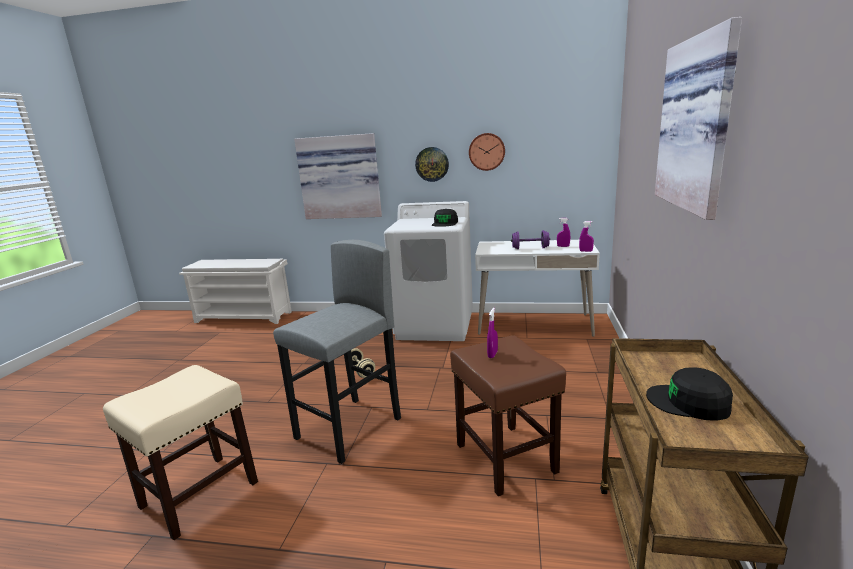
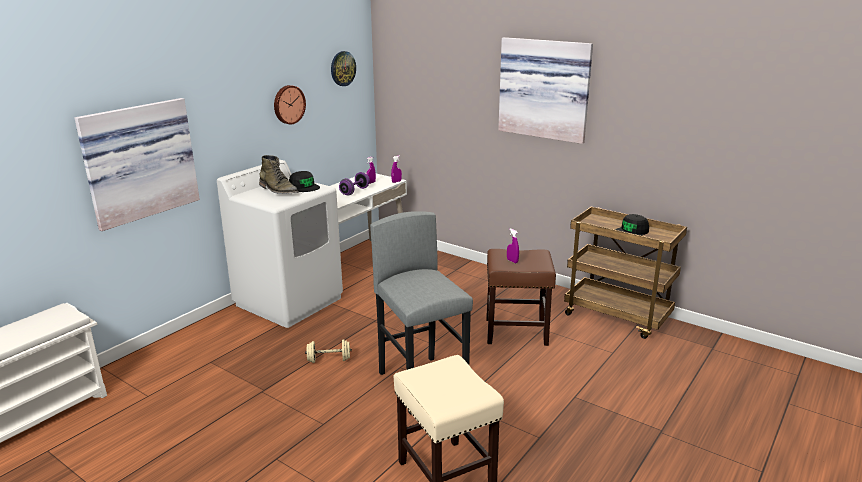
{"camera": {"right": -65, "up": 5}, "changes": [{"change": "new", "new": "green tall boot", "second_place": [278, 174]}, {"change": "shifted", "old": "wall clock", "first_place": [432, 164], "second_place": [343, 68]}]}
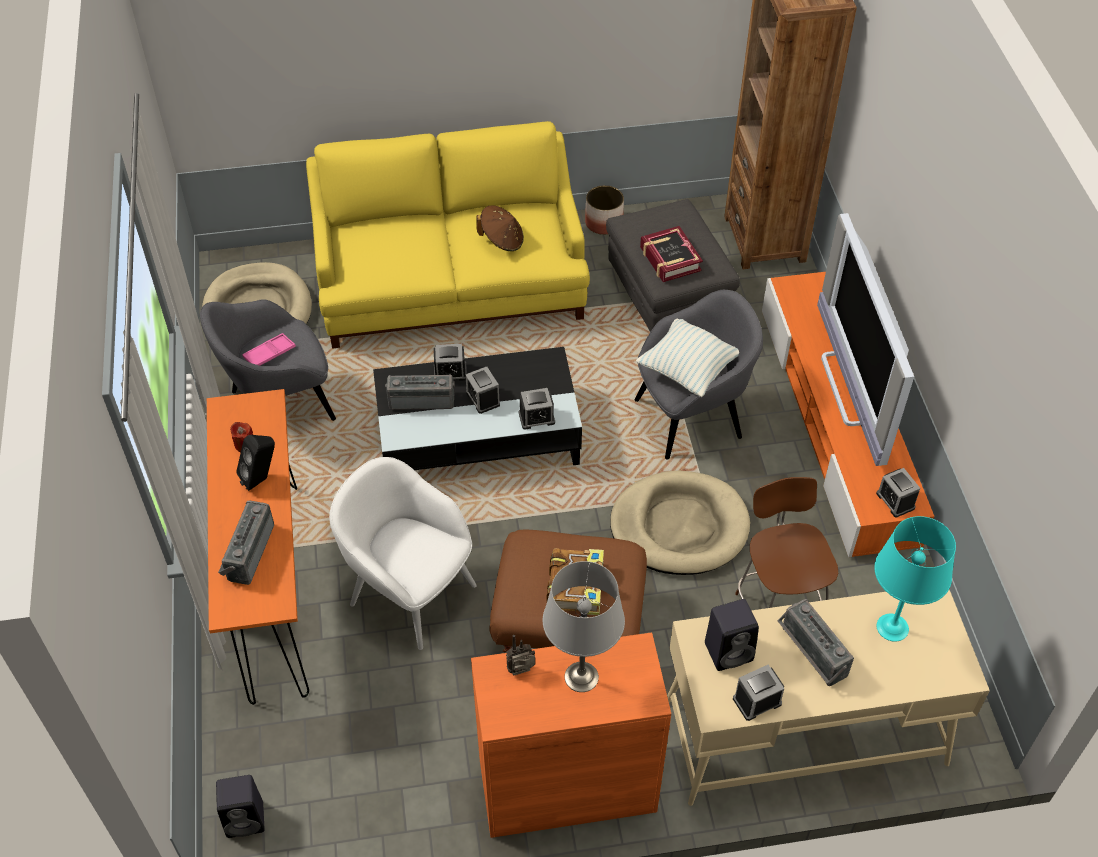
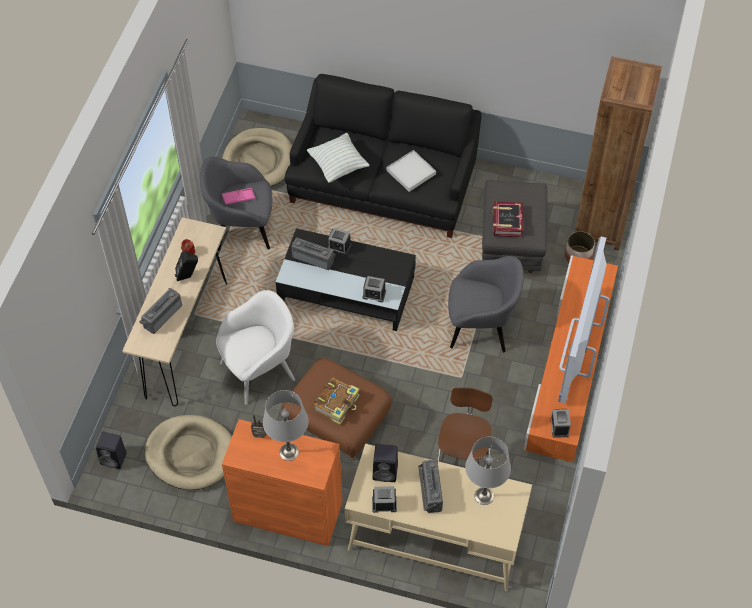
{"camera": {"right": 25, "up": 5}, "changes": [{"change": "gone", "old": "alarm clock", "first_place": [482, 390]}, {"change": "shifted", "old": "planter", "first_place": [604, 210], "second_place": [580, 246]}, {"change": "shifted", "old": "beige-coloured pet bed", "first_place": [680, 523], "second_place": [188, 452]}, {"change": "shifted", "old": "pillow", "first_place": [687, 358], "second_place": [338, 158]}, {"change": "swapped", "old": "brownish hat", "new": "whitish tray", "first_place": [500, 228], "second_place": [411, 171]}, {"change": "repainted", "old": "orange-coloured hall table", "new": "beige-coloured hall table", "first_place": [258, 547], "second_place": [174, 311]}, {"change": "repainted", "old": "yellow-coloured couch", "new": "blackish couch", "first_place": [448, 235], "second_place": [383, 156]}, {"change": "repainted", "old": "blue-green tabletop lamp", "new": "gray tabletop lamp", "first_place": [915, 579], "second_place": [488, 471]}, {"change": "rotated", "old": "whitish easy chair", "first_place": [403, 553], "second_place": [255, 347], "degrees": 90}]}
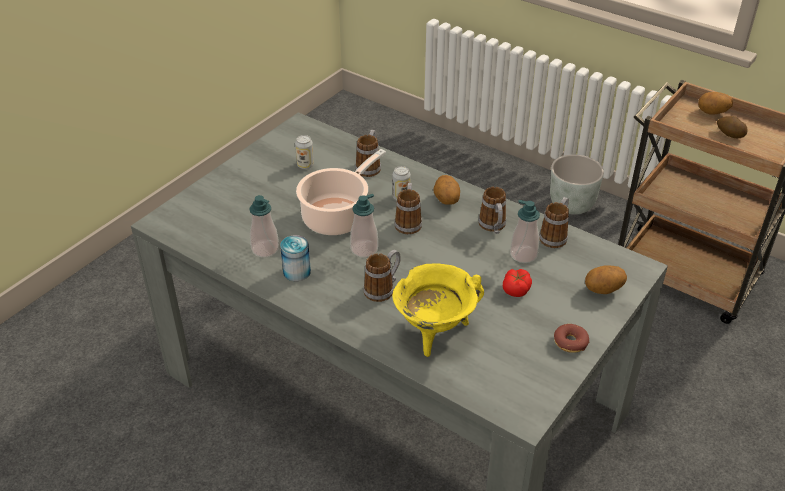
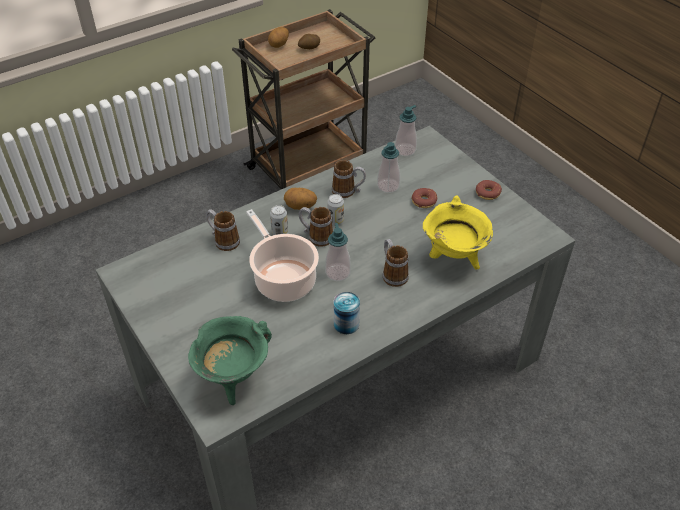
{"camera": {"right": -70, "up": 5}, "changes": [{"change": "gone", "old": "tea mug", "first_place": [554, 222]}, {"change": "gone", "old": "gray planter", "first_place": [577, 184]}, {"change": "gone", "old": "spud", "first_place": [606, 279]}, {"change": "new", "new": "green cooking pot", "second_place": [230, 360]}, {"change": "shifted", "old": "soap dispenser", "first_place": [264, 226], "second_place": [406, 130]}, {"change": "shifted", "old": "sealed can", "first_place": [304, 152], "second_place": [335, 209]}, {"change": "swapped", "old": "tomato", "new": "doughnut", "first_place": [517, 283], "second_place": [424, 198]}]}
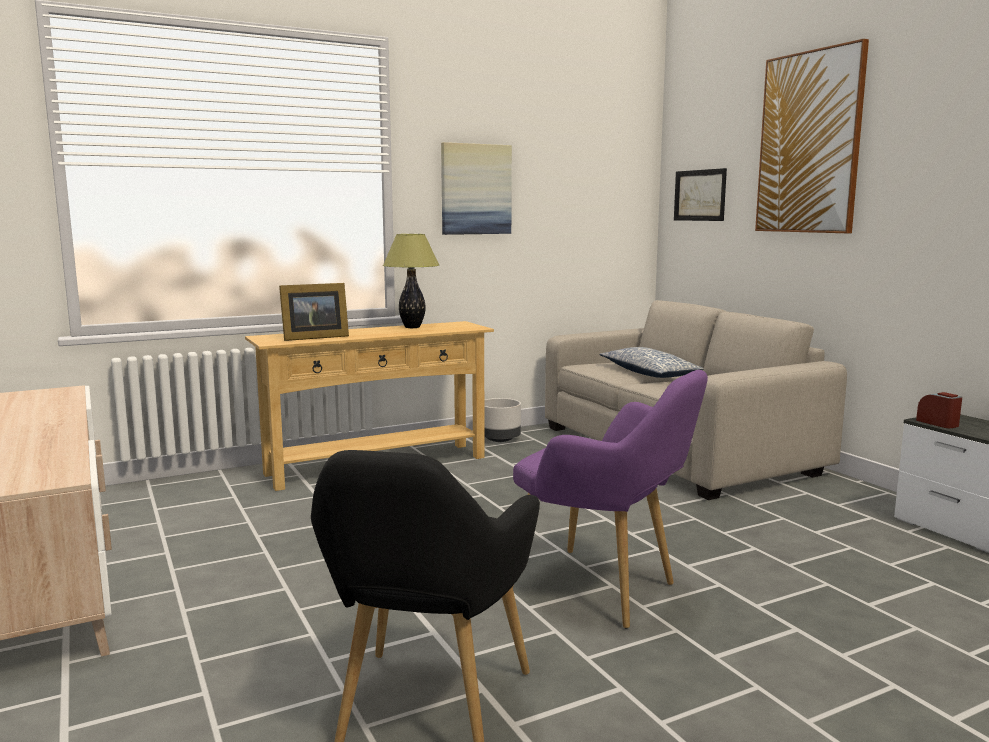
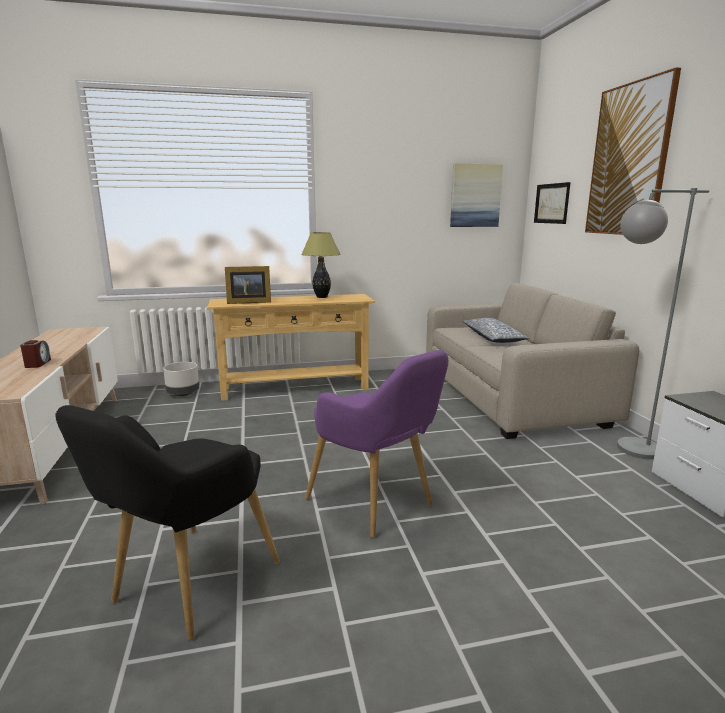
{"camera": {"right": 15, "up": 5}, "changes": [{"change": "new", "new": "gray floor lamp", "second_place": [663, 323]}, {"change": "shifted", "old": "wall picture", "first_place": [476, 188], "second_place": [476, 195]}, {"change": "shifted", "old": "gray planter", "first_place": [502, 420], "second_place": [181, 379]}, {"change": "shifted", "old": "alarm clock", "first_place": [939, 410], "second_place": [35, 354]}]}
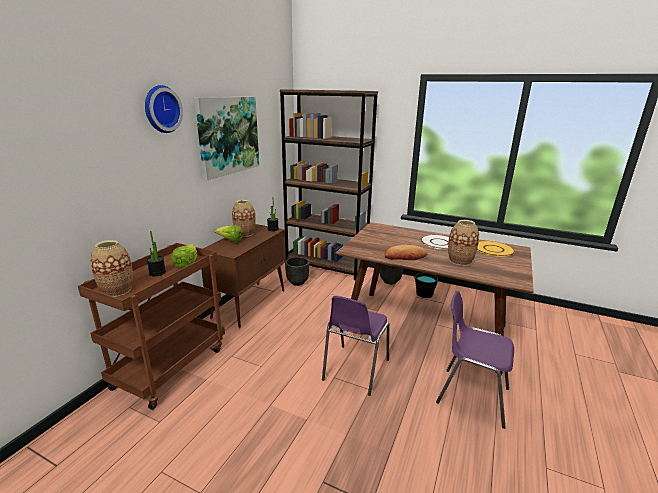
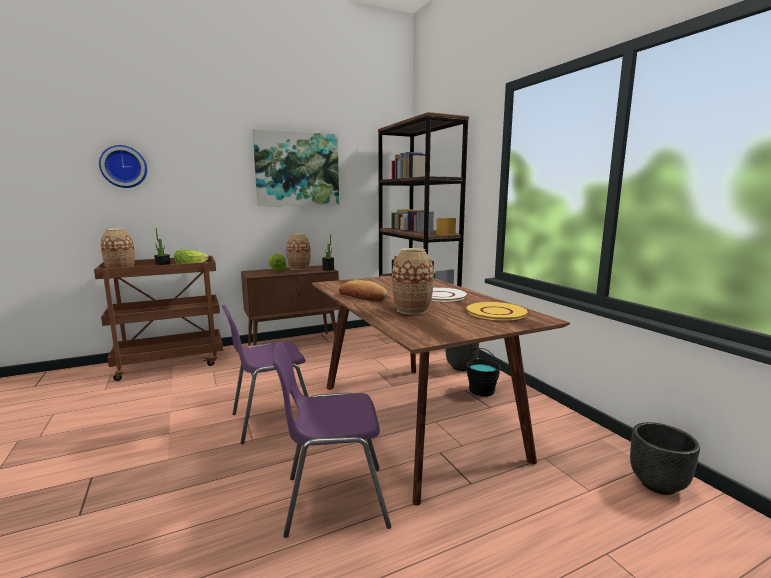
{"camera": {"right": 40, "up": -10}, "changes": [{"change": "shifted", "old": "wall clock", "first_place": [164, 109], "second_place": [123, 166]}, {"change": "shifted", "old": "blackish planter", "first_place": [297, 271], "second_place": [665, 458]}, {"change": "rotated", "old": "purplish plain chair", "first_place": [475, 360], "second_place": [331, 440], "degrees": -75}]}
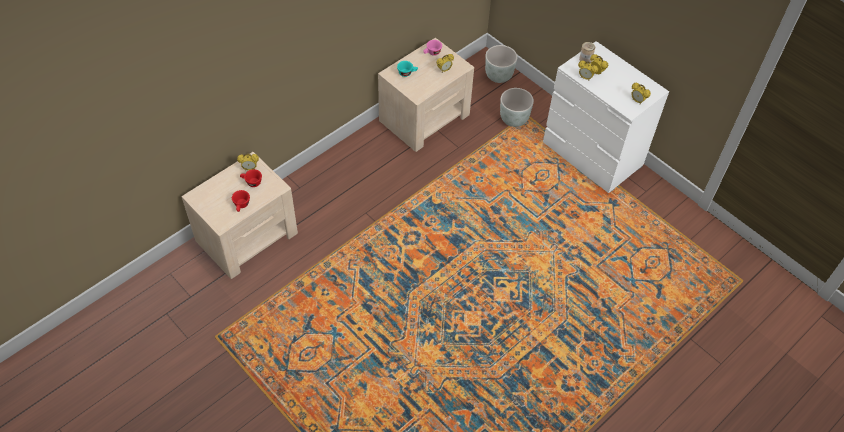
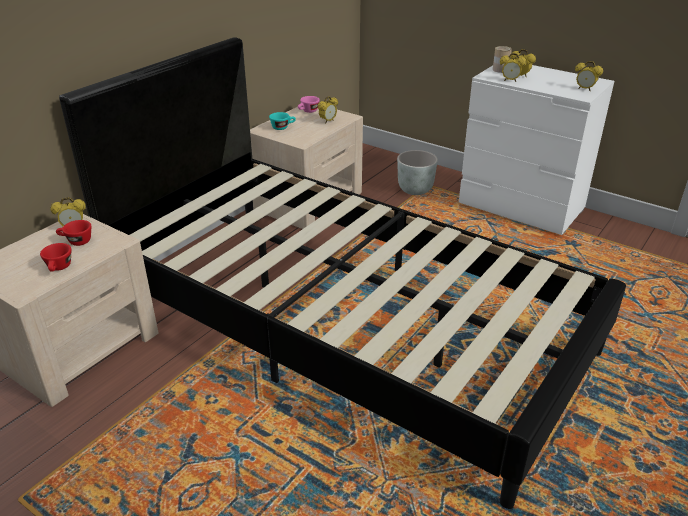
{"camera": {"right": -10, "up": -20}, "changes": [{"change": "gone", "old": "gray planter", "first_place": [501, 64]}, {"change": "new", "new": "blackish bed", "second_place": [342, 273]}]}
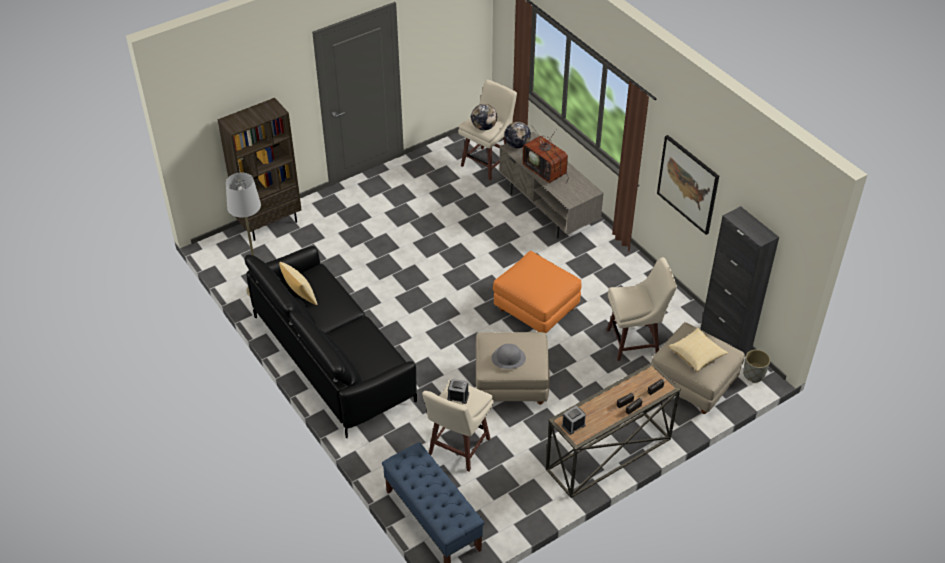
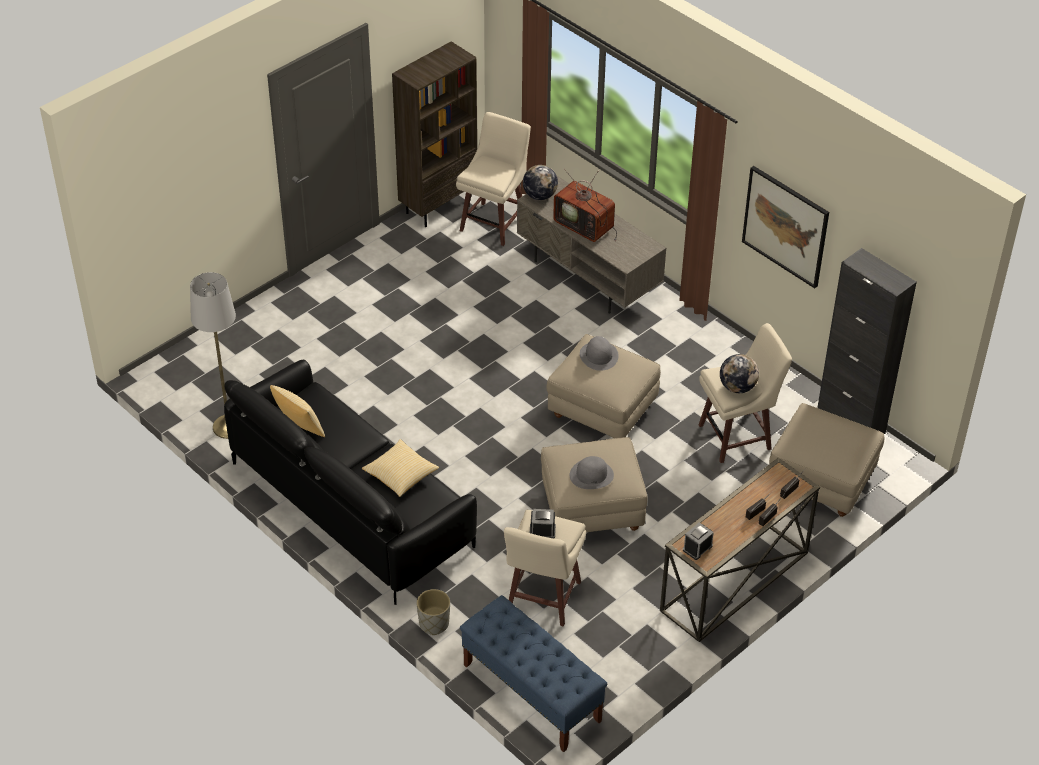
{"camera": {"right": -10, "up": 0}, "changes": [{"change": "new", "new": "gray hat", "second_place": [599, 353]}, {"change": "shifted", "old": "brownish bookcase", "first_place": [259, 169], "second_place": [434, 134]}, {"change": "shifted", "old": "desk globe", "first_place": [484, 117], "second_place": [739, 373]}, {"change": "shifted", "old": "pillow", "first_place": [698, 349], "second_place": [400, 468]}, {"change": "shifted", "old": "gray planter", "first_place": [756, 366], "second_place": [433, 612]}, {"change": "repainted", "old": "orange-coloured pouffe", "new": "beige-coloured pouffe", "first_place": [537, 292], "second_place": [604, 386]}]}
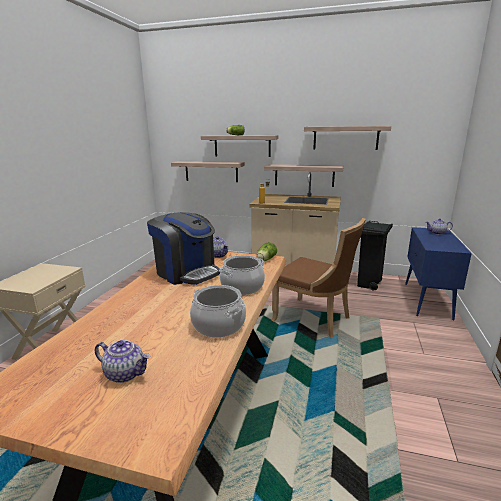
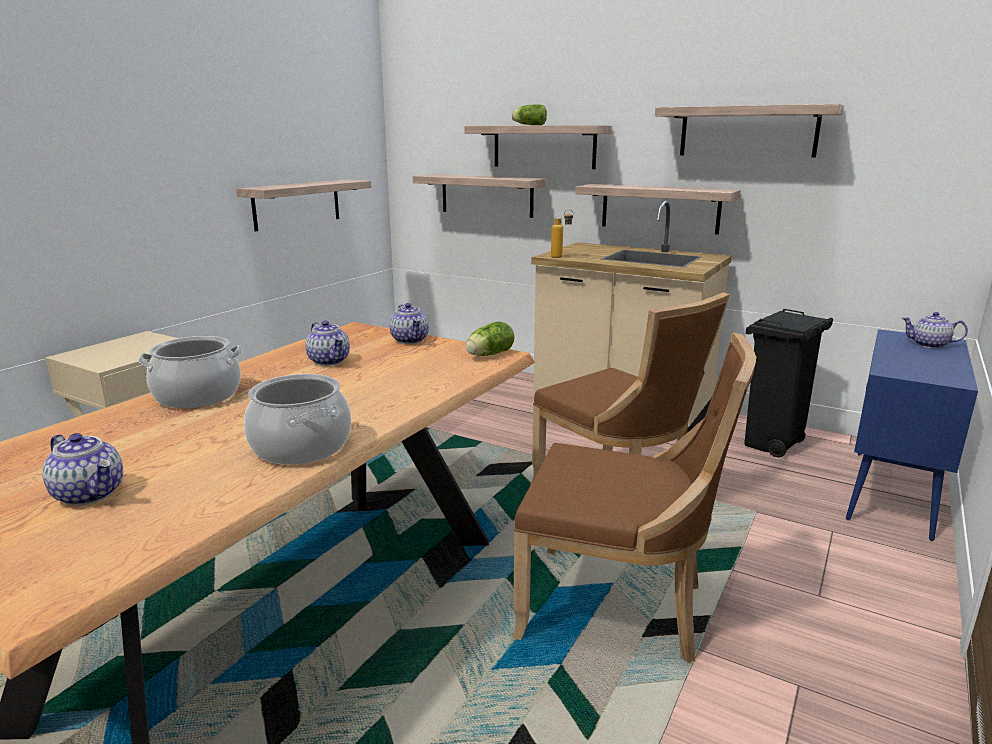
{"camera": {"right": 15, "up": 0}, "changes": [{"change": "new", "new": "bracket shelf", "second_place": [303, 205]}, {"change": "new", "new": "brownish plain chair", "second_place": [634, 497]}, {"change": "shifted", "old": "cooking pot", "first_place": [242, 275], "second_place": [190, 372]}, {"change": "swapped", "old": "coffee machine", "new": "teapot", "first_place": [183, 248], "second_place": [327, 343]}]}
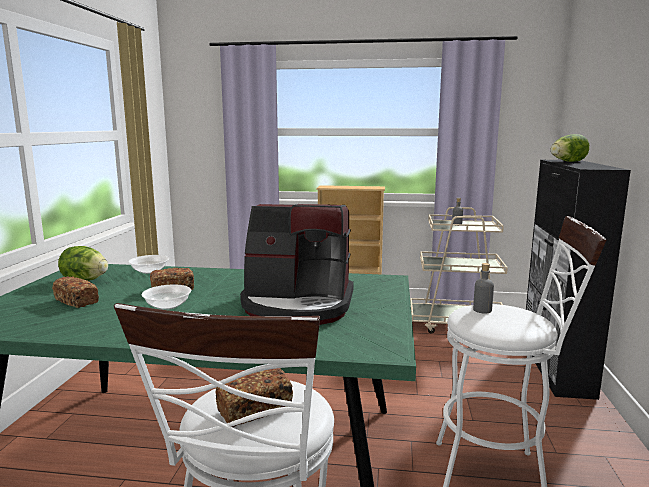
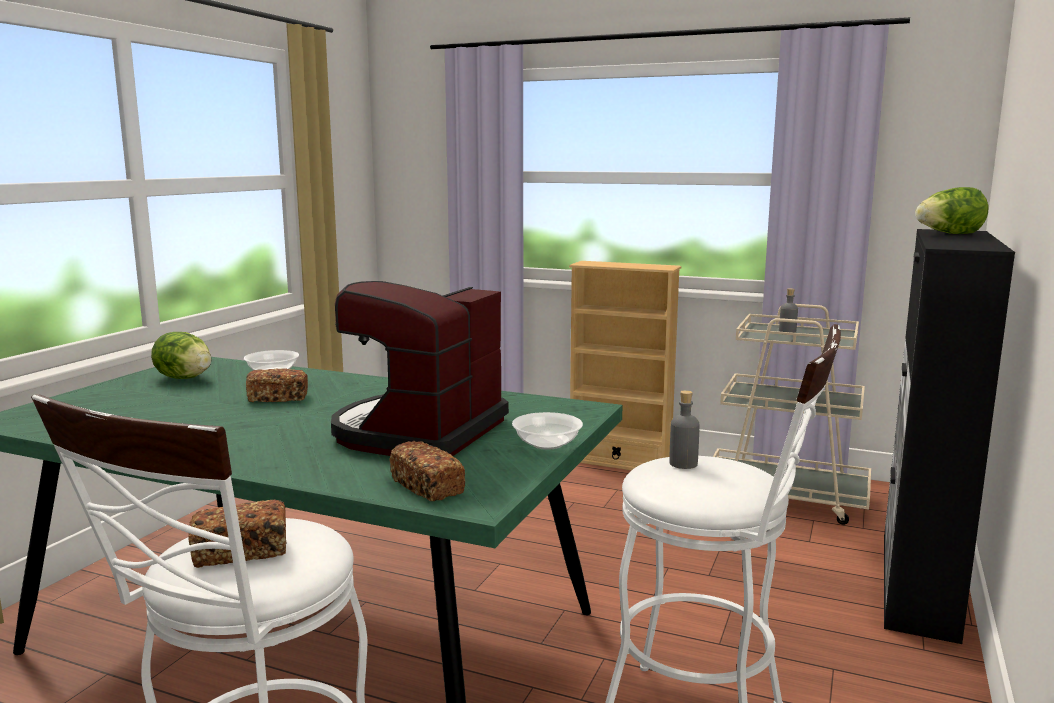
{"camera": {"right": 15, "up": 0}, "changes": [{"change": "shifted", "old": "bakery bread", "first_place": [75, 292], "second_place": [427, 471]}, {"change": "shifted", "old": "deep dish", "first_place": [166, 297], "second_place": [547, 431]}, {"change": "rotated", "old": "coffee machine", "first_place": [297, 264], "second_place": [420, 368], "degrees": 90}]}
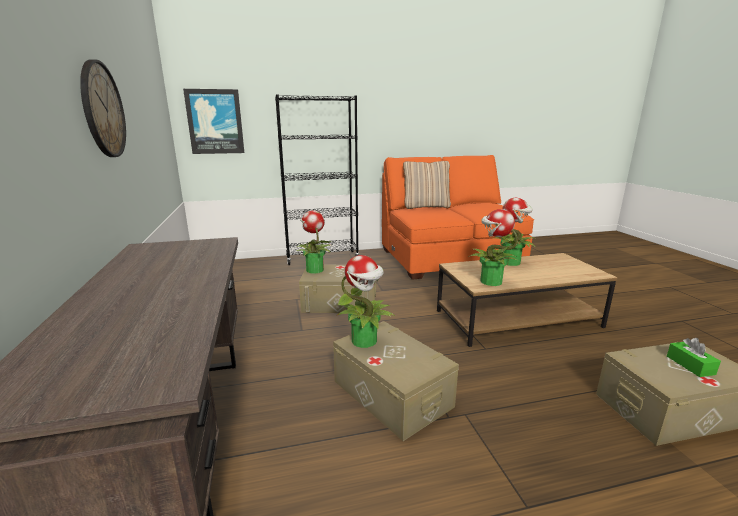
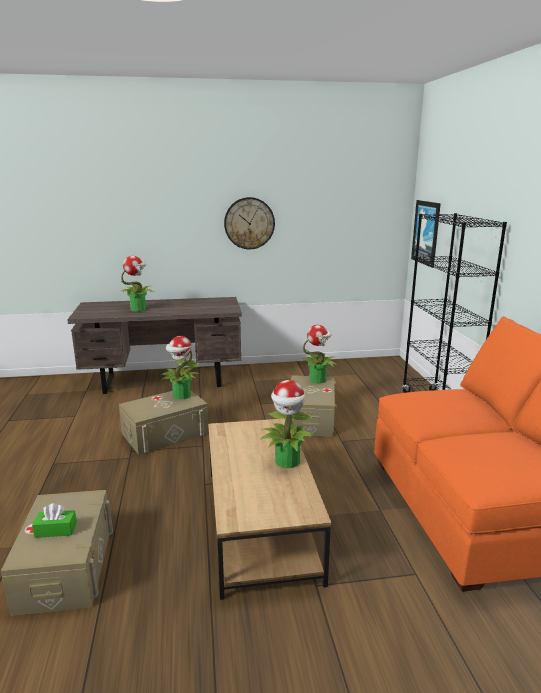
{"camera": {"right": 95, "up": 0}, "changes": [{"change": "gone", "old": "beige-coloured pillow", "first_place": [427, 185]}, {"change": "shifted", "old": "potted plant", "first_place": [493, 247], "second_place": [137, 284]}]}
